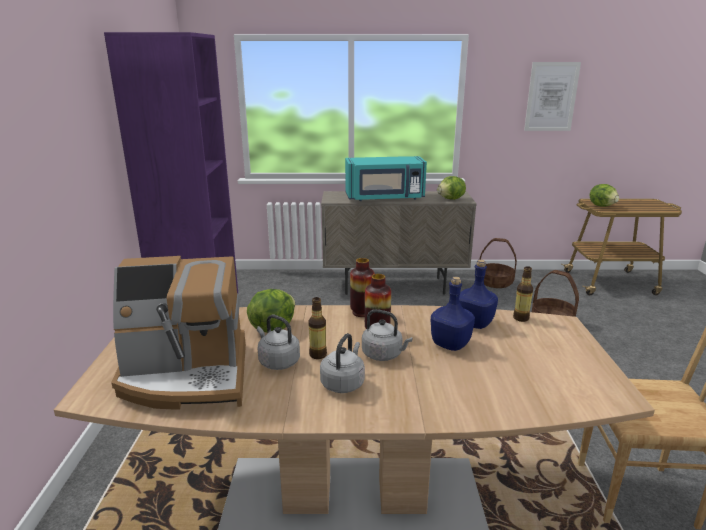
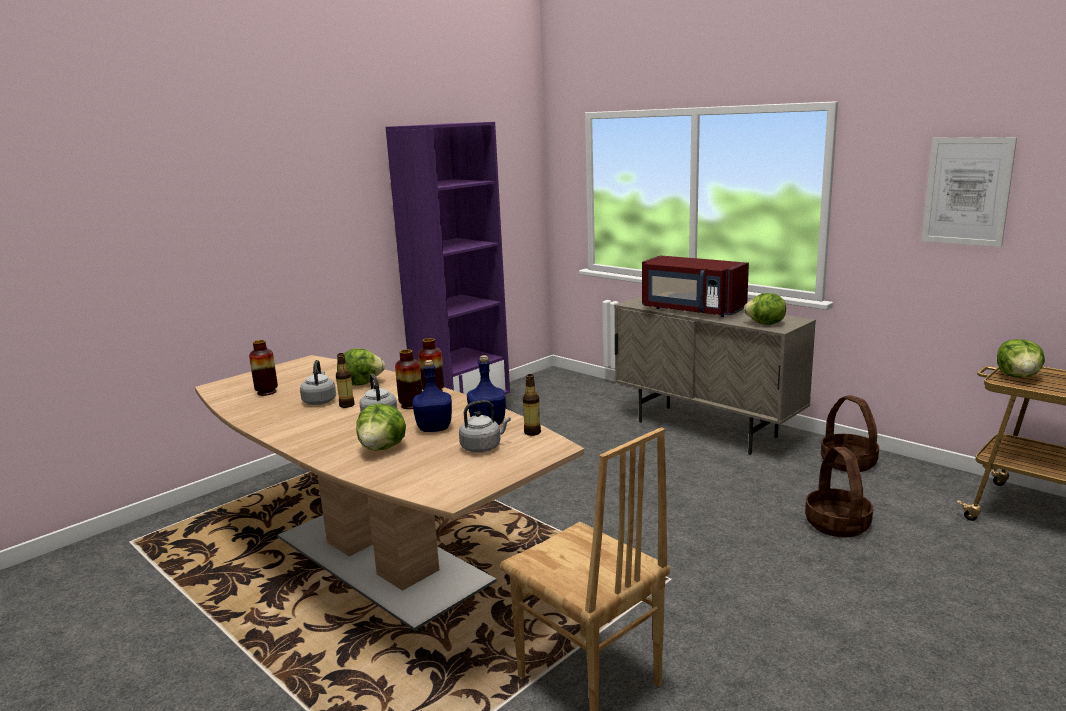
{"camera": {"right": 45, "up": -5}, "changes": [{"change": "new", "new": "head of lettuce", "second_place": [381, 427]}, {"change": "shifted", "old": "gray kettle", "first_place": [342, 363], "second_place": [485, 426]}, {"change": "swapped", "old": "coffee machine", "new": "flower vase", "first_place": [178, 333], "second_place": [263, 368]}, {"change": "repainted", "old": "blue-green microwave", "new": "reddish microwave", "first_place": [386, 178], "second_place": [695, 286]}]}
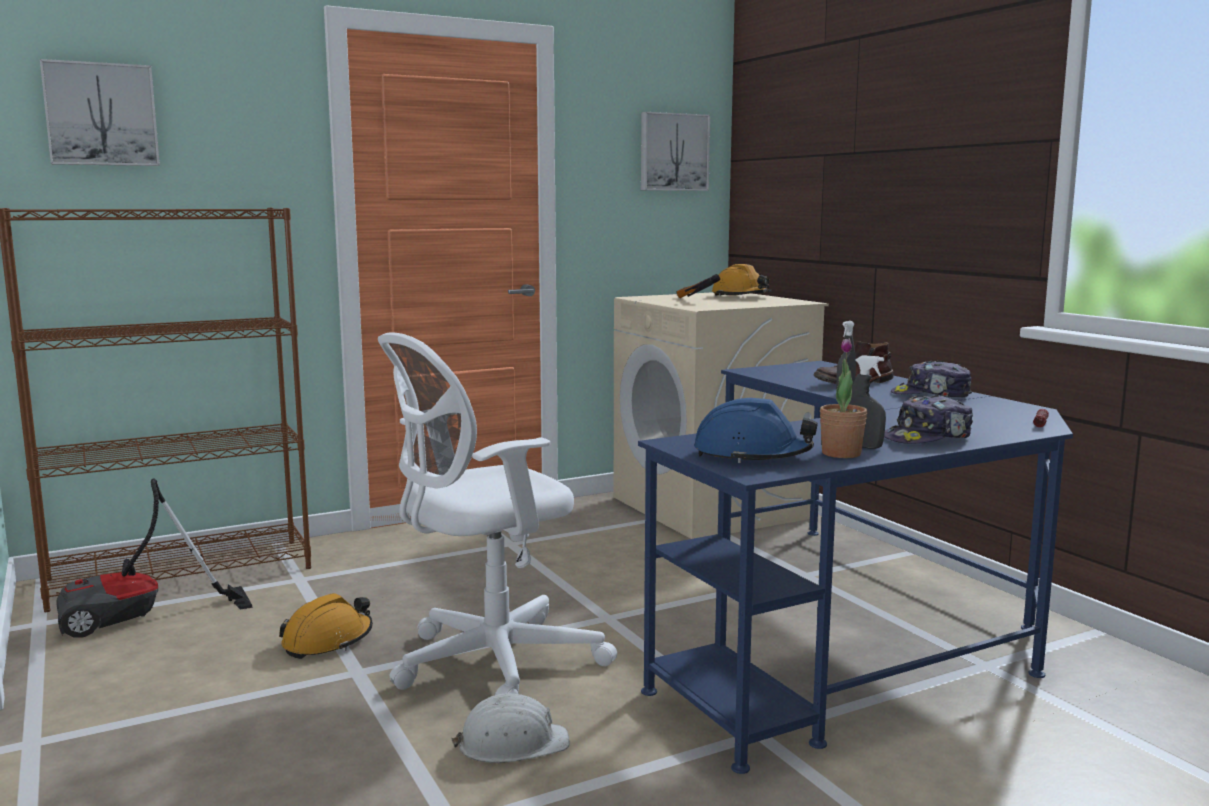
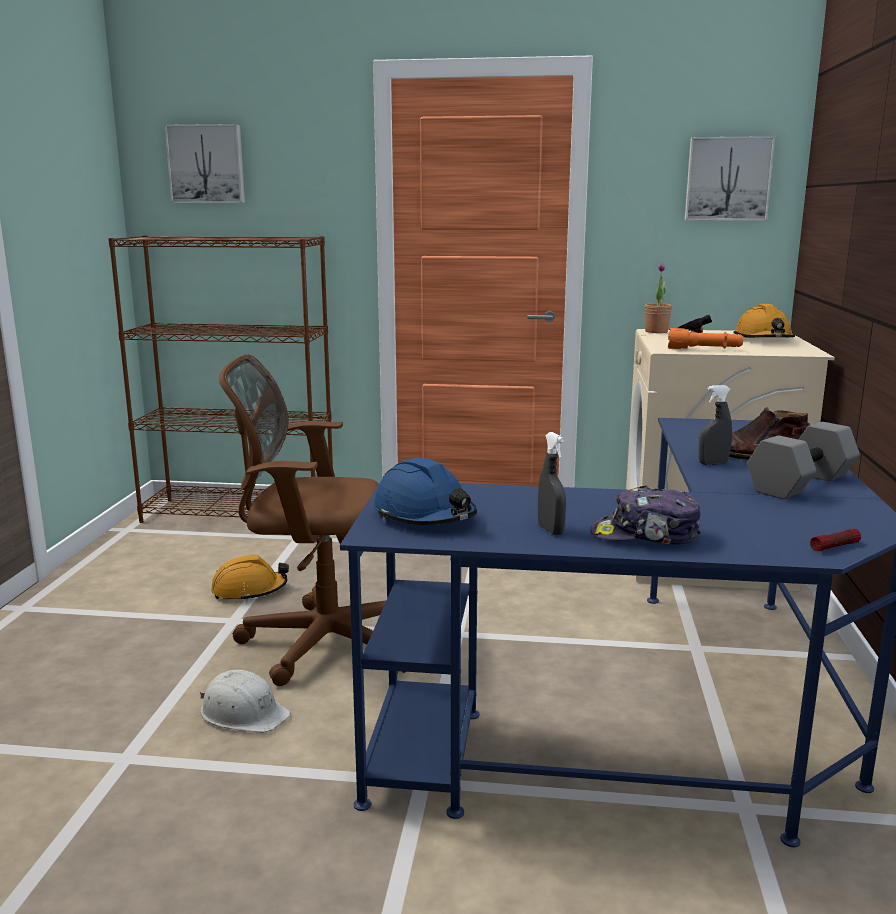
{"camera": {"right": 35, "up": 5}, "changes": [{"change": "gone", "old": "vacuum", "first_place": [154, 558]}, {"change": "new", "new": "orange-coloured torch", "second_place": [705, 338]}, {"change": "shifted", "old": "potted plant", "first_place": [843, 398], "second_place": [658, 298]}, {"change": "swapped", "old": "baseball cap", "new": "gray hand weight", "first_place": [931, 379], "second_place": [803, 460]}, {"change": "repainted", "old": "whitish computer chair", "new": "brownish computer chair", "first_place": [498, 513], "second_place": [312, 520]}]}
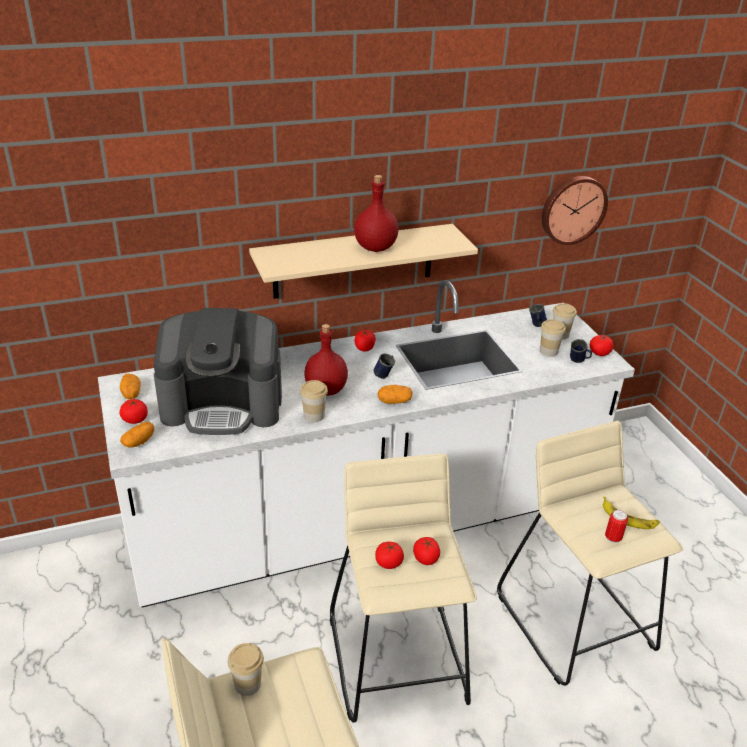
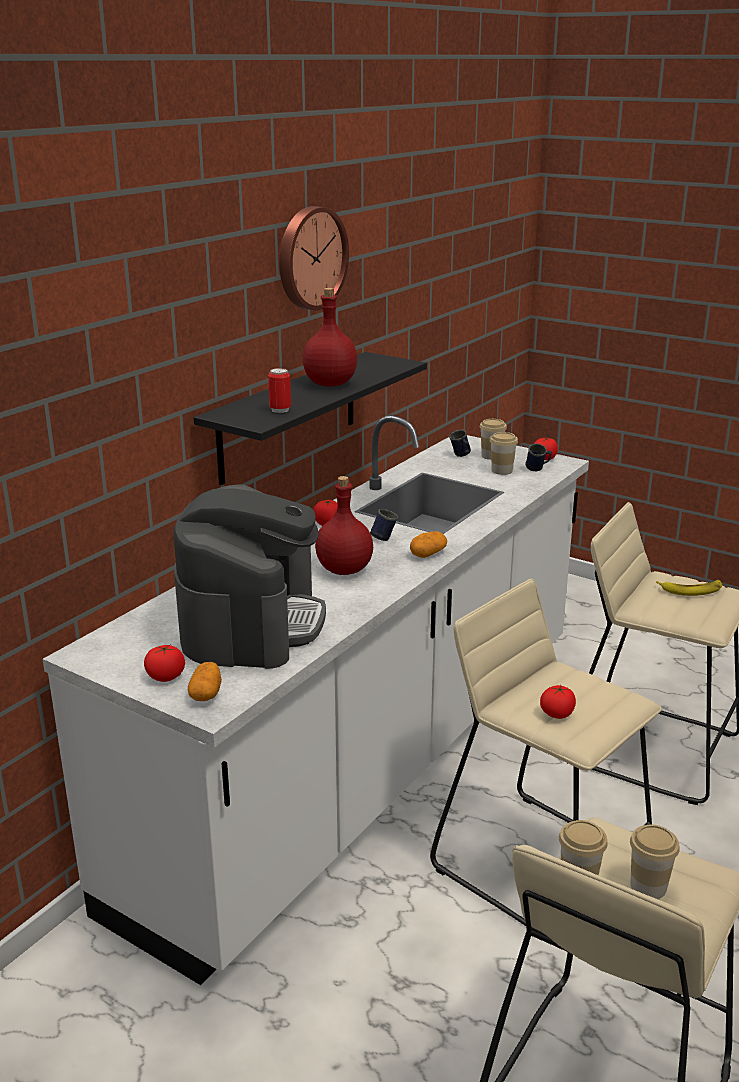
{"camera": {"right": -35, "up": -10}, "changes": [{"change": "gone", "old": "spud", "first_place": [130, 386]}, {"change": "gone", "old": "tomato", "first_place": [426, 551]}, {"change": "shifted", "old": "small cup", "first_place": [314, 401], "second_place": [655, 861]}, {"change": "shifted", "old": "wall clock", "first_place": [575, 210], "second_place": [314, 258]}, {"change": "shifted", "old": "sealed can", "first_place": [616, 526], "second_place": [279, 390]}, {"change": "repainted", "old": "beige-coloured bracket shelf", "new": "blackish bracket shelf", "first_place": [363, 261], "second_place": [310, 418]}, {"change": "rotated", "old": "coffee machine", "first_place": [218, 371], "second_place": [250, 576], "degrees": -45}]}
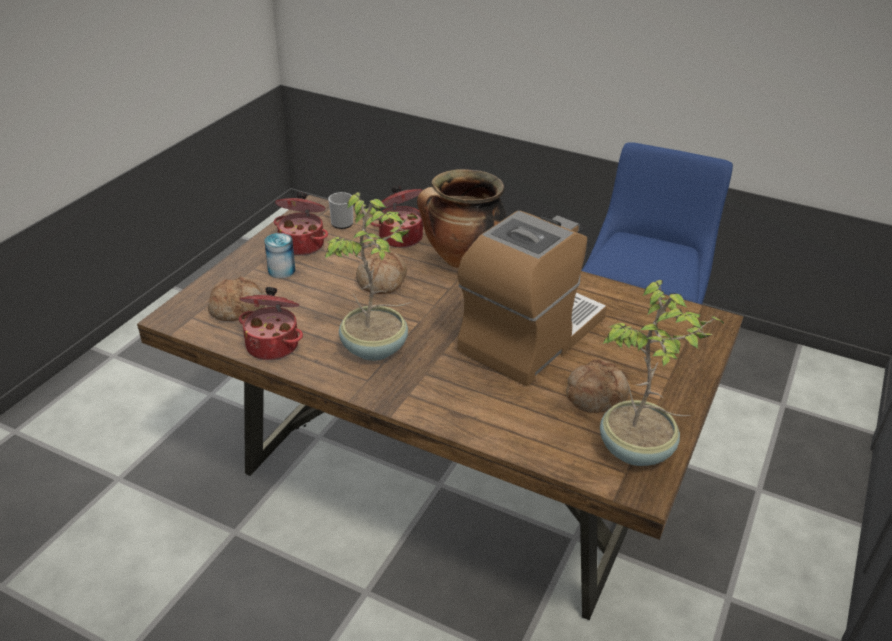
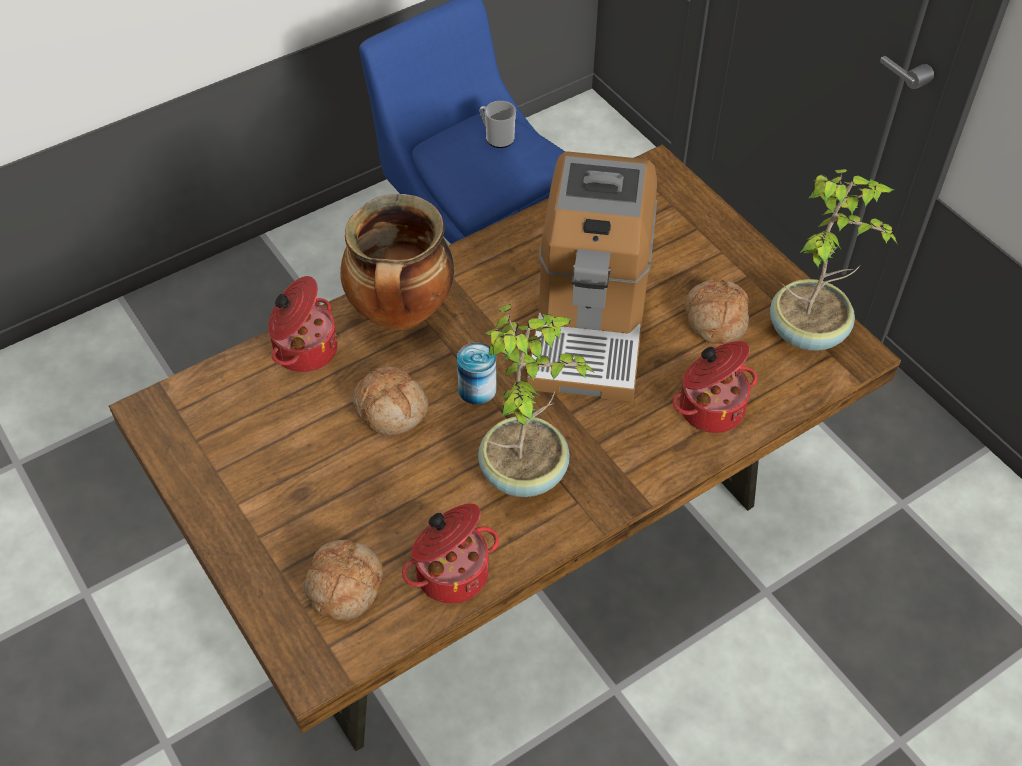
{"camera": {"right": -60, "up": 15}, "changes": [{"change": "shifted", "old": "sealed can", "first_place": [279, 255], "second_place": [476, 373]}, {"change": "shifted", "old": "cooking pot", "first_place": [301, 224], "second_place": [715, 387]}, {"change": "shifted", "old": "tea mug", "first_place": [340, 210], "second_place": [497, 124]}, {"change": "rotated", "old": "coffee machine", "first_place": [532, 298], "second_place": [592, 276], "degrees": -150}]}
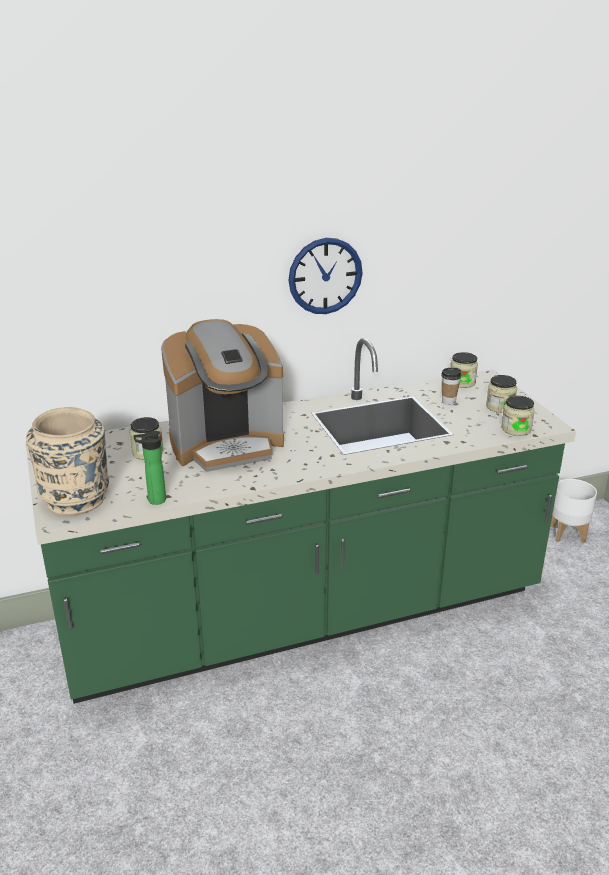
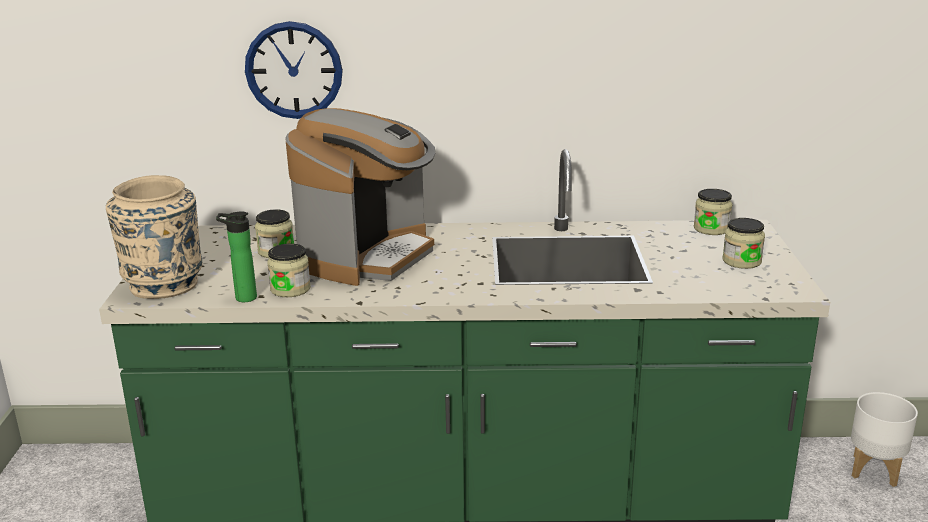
{"camera": {"right": 20, "up": -5}, "changes": [{"change": "gone", "old": "small cup", "first_place": [451, 386]}, {"change": "shifted", "old": "wall clock", "first_place": [325, 276], "second_place": [294, 70]}, {"change": "shifted", "old": "storage jar", "first_place": [518, 416], "second_place": [289, 270]}, {"change": "rotated", "old": "coffee machine", "first_place": [222, 395], "second_place": [360, 197], "degrees": -60}]}
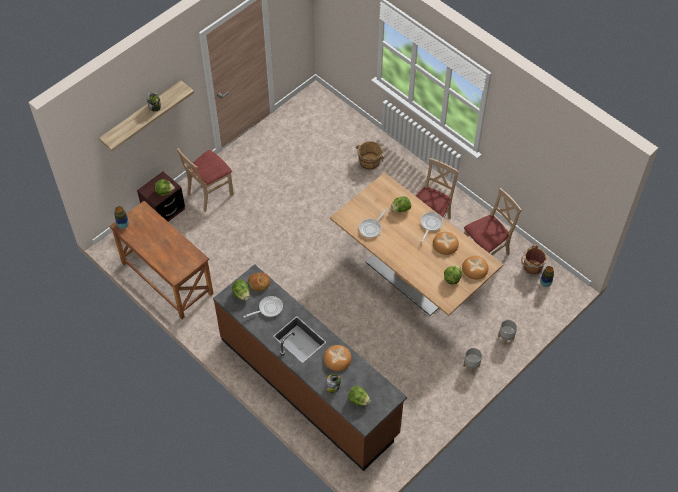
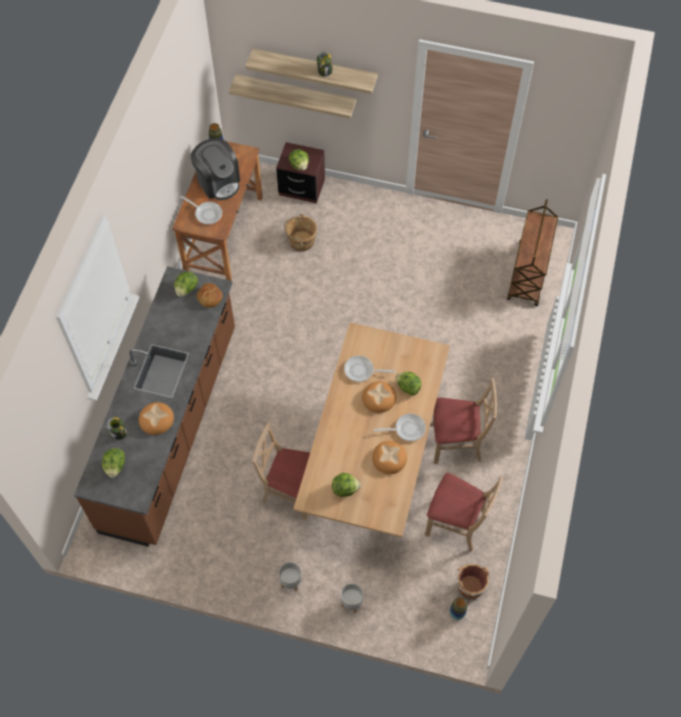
{"camera": {"right": 60, "up": 5}, "changes": [{"change": "new", "new": "coffee machine", "second_place": [215, 169]}, {"change": "new", "new": "bracket shelf", "second_place": [292, 96]}, {"change": "new", "new": "brownish trolley", "second_place": [532, 252]}, {"change": "shifted", "old": "beige-coloured plain chair", "first_place": [205, 180], "second_place": [281, 471]}, {"change": "shifted", "old": "skillet", "first_place": [263, 307], "second_place": [201, 210]}, {"change": "shifted", "old": "brownish pail", "first_place": [370, 155], "second_place": [300, 233]}, {"change": "shifted", "old": "bakery bread", "first_place": [475, 268], "second_place": [379, 397]}]}
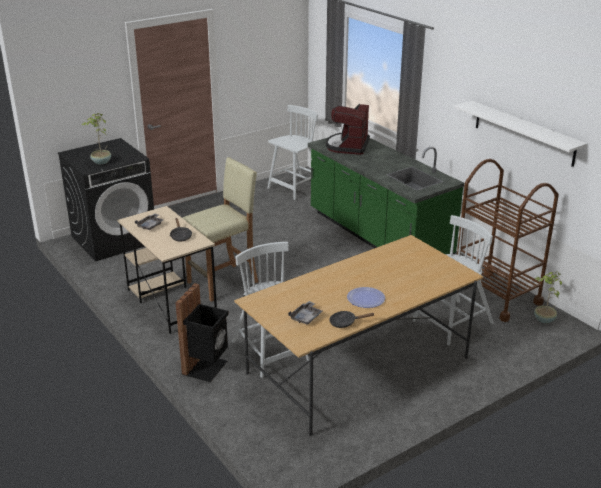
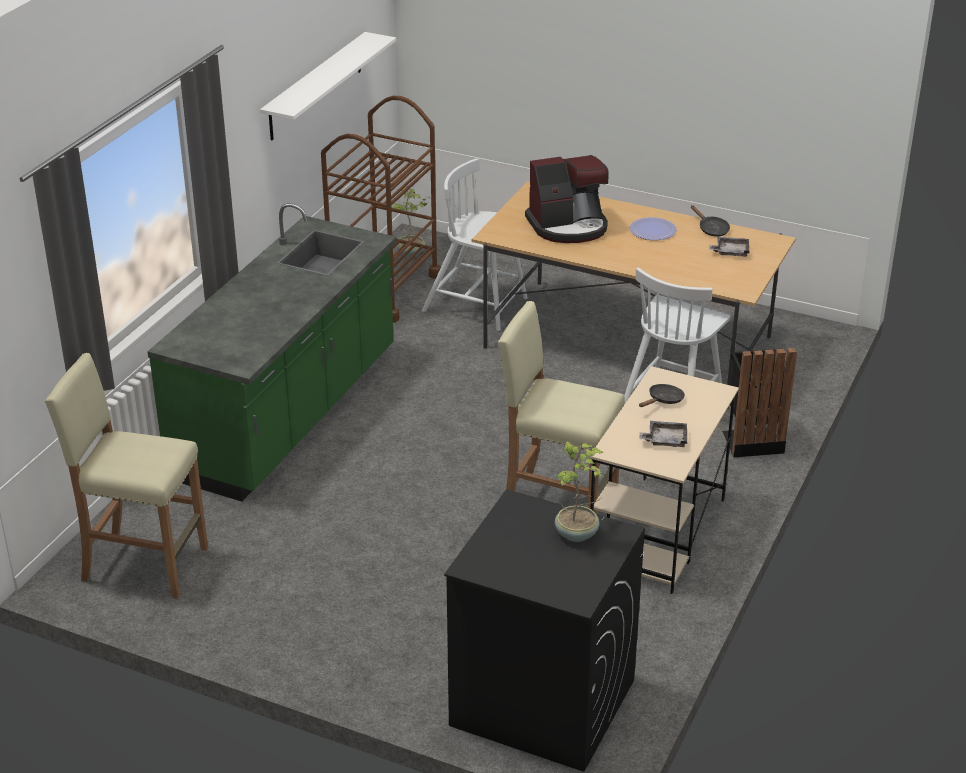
{"camera": {"right": -120, "up": 5}, "changes": [{"change": "shifted", "old": "coffee machine", "first_place": [348, 129], "second_place": [567, 199]}, {"change": "swapped", "old": "whitish plain chair", "new": "beige-coloured sitting stool", "first_place": [293, 152], "second_place": [126, 476]}]}
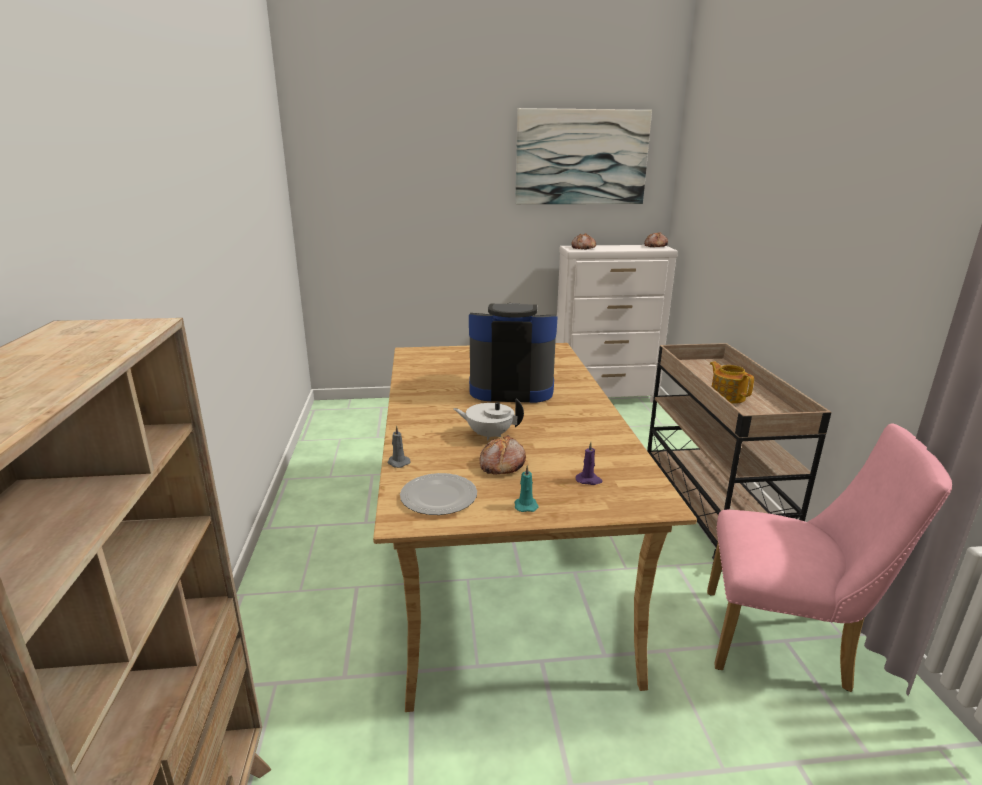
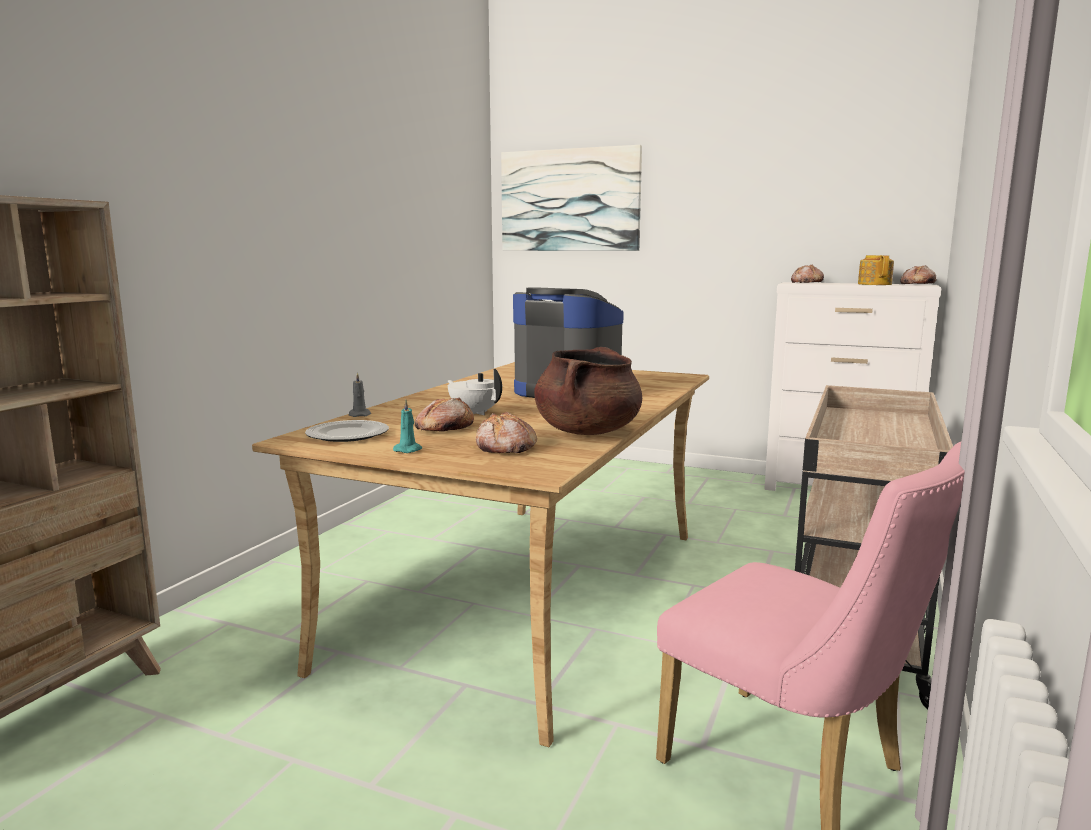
{"camera": {"right": 30, "up": -10}, "changes": [{"change": "new", "new": "brownish cooking pot", "second_place": [588, 391]}, {"change": "shifted", "old": "wall picture", "first_place": [583, 156], "second_place": [571, 198]}, {"change": "shifted", "old": "teapot", "first_place": [732, 382], "second_place": [876, 270]}, {"change": "swapped", "old": "purplish wax candle", "new": "bakery bread", "first_place": [589, 463], "second_place": [506, 432]}]}
